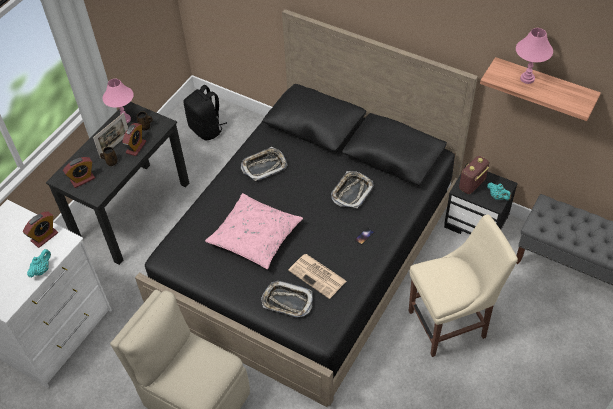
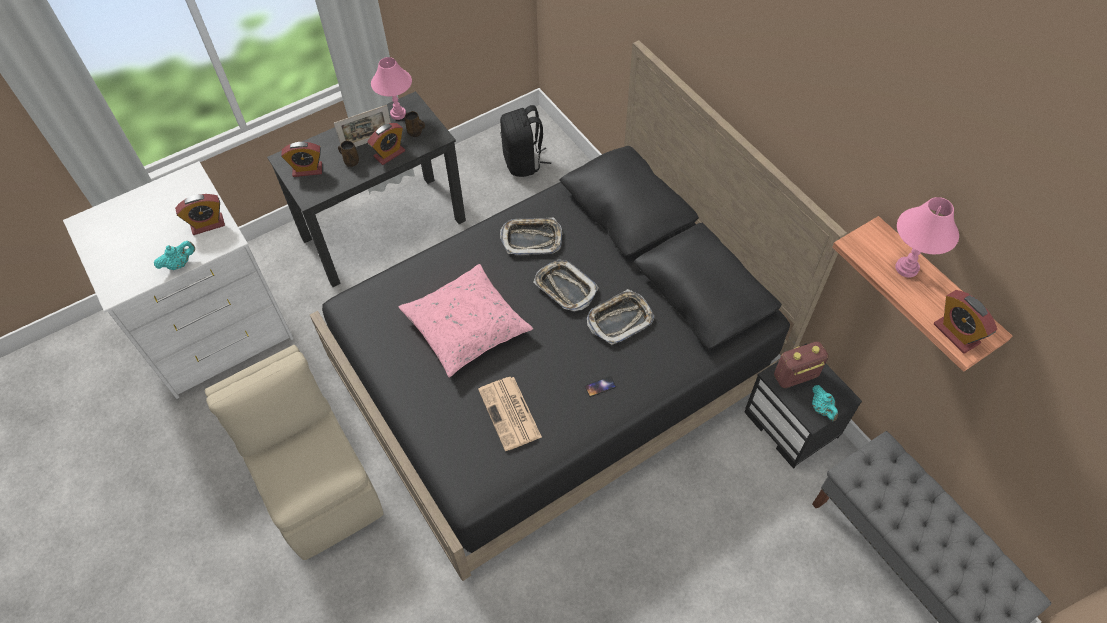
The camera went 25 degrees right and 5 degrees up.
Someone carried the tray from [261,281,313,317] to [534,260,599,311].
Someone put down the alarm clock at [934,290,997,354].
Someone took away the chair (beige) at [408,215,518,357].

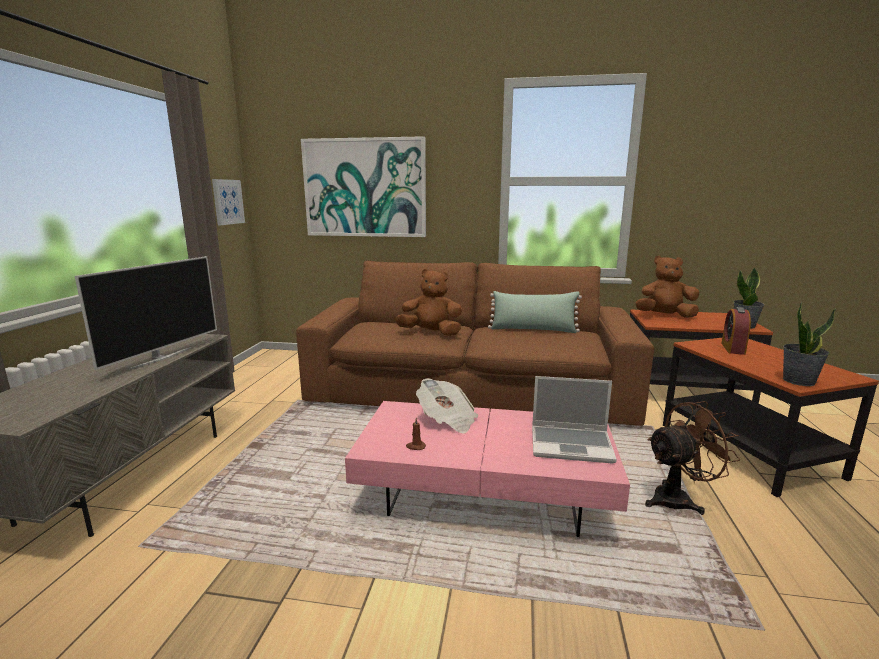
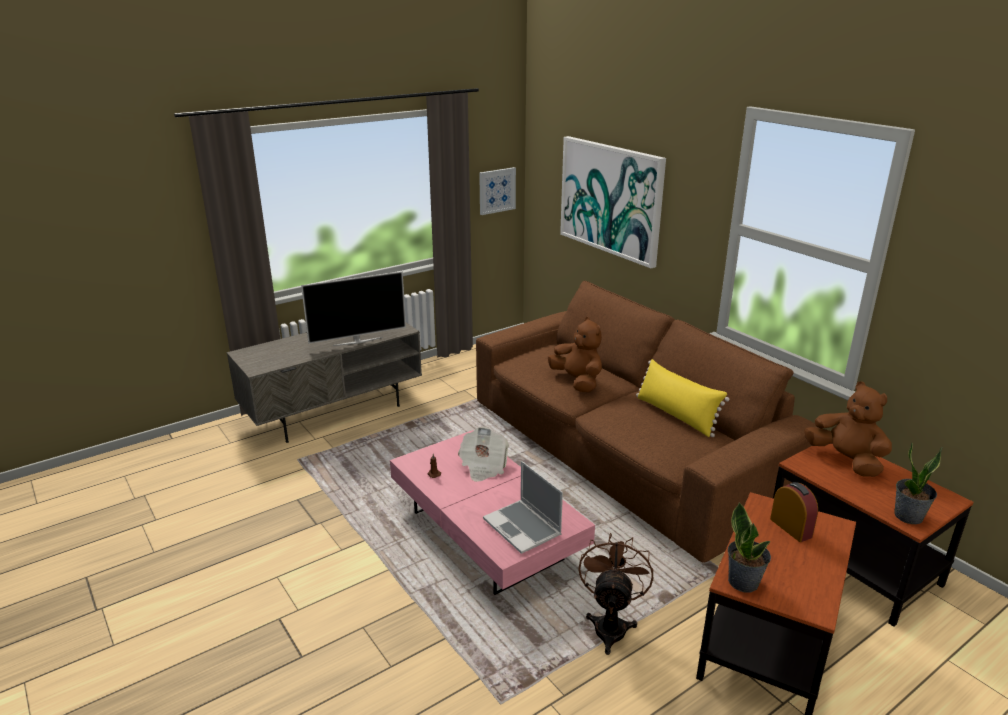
The camera went 45 degrees right and 10 degrees up.
Someone rotated the fan (brown) at [645,401,740,515] by 105 degrees counterclockwise.
Someone repainted the pillow (green) at [488,291,582,333], which became the pillow (yellow) at [636,359,729,437].
Someone rotated the alarm clock at [721,307,751,355] by 90 degrees clockwise.

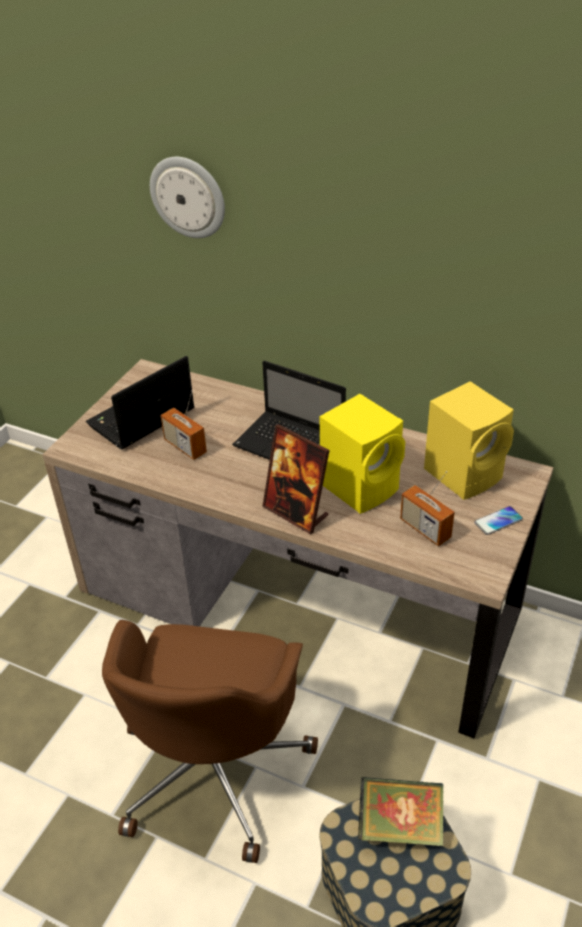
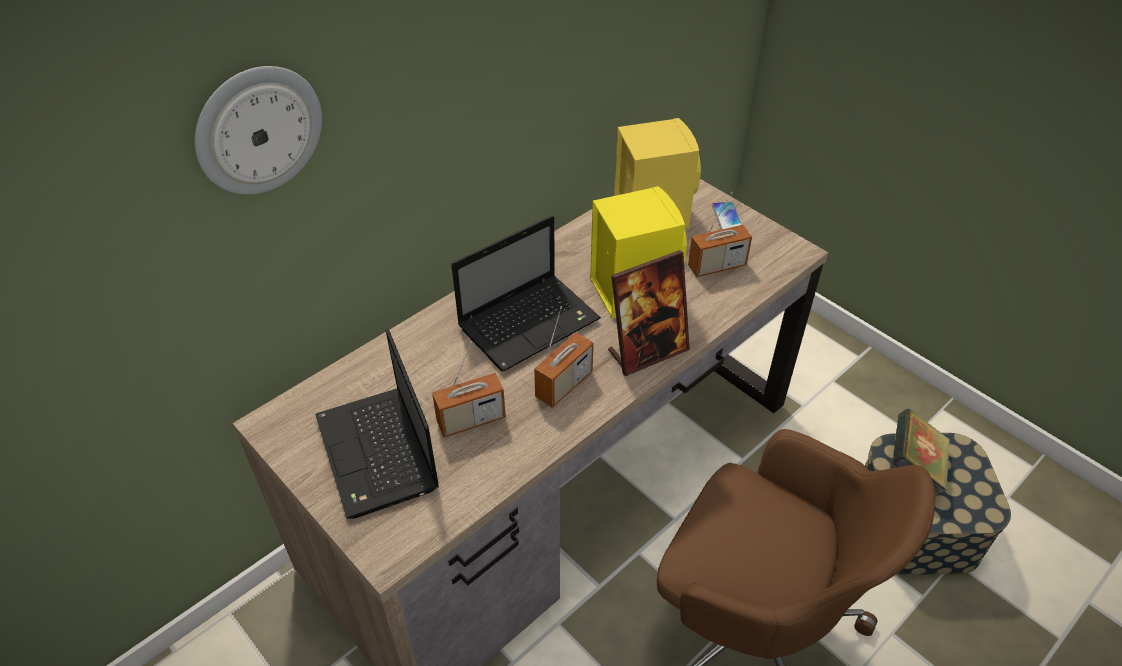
The camera went 70 degrees left and 5 degrees up.
Someone put down the radio at [534,307,594,408].

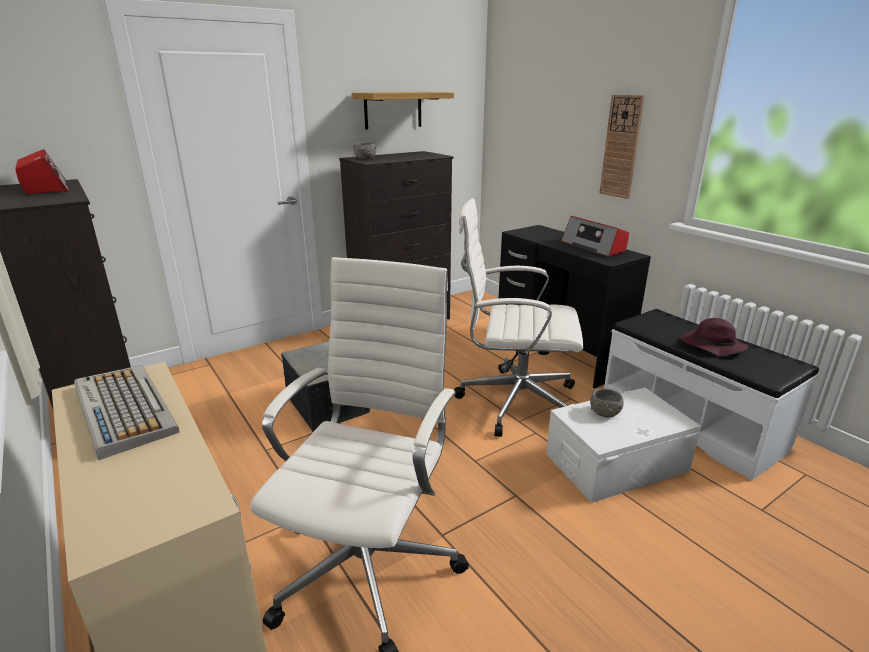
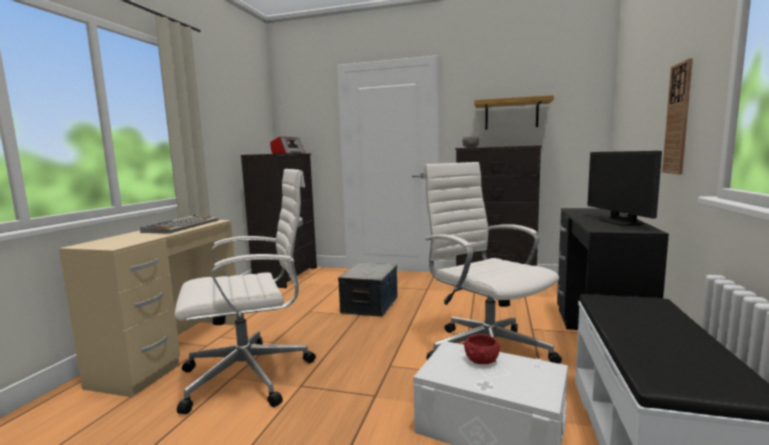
The camera went 50 degrees right and 15 degrees down.
Someone repainted the bowl (grey) at [590,388,624,418], which became the bowl (red) at [463,334,501,364].
Someone swapped the radio at [561,216,629,256] for the monitor at [587,151,662,226].
Someone took away the hat (purple) at [681,318,748,356].

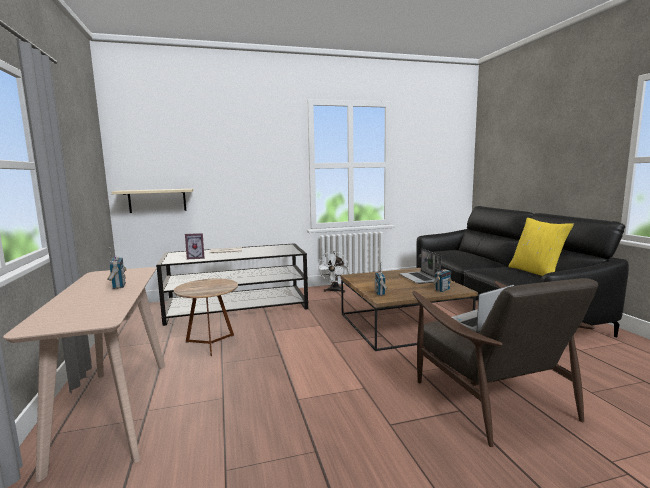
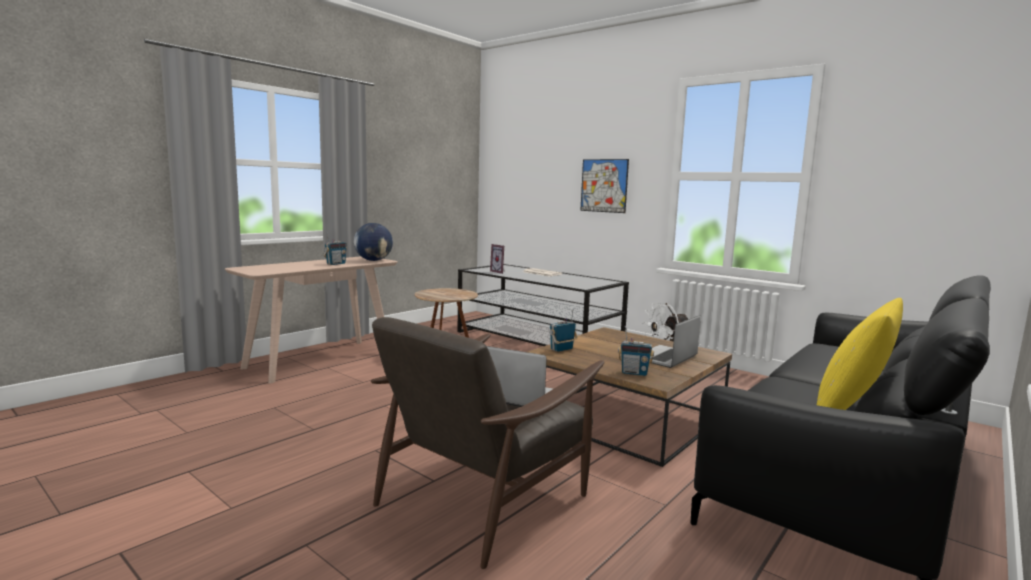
The camera went 55 degrees right and 0 degrees up.
Someone put down the globe at [354,223,393,261].
Someone put up the picture at [580,159,629,213].
Someone took away the shelf (beige) at [111,189,193,213].

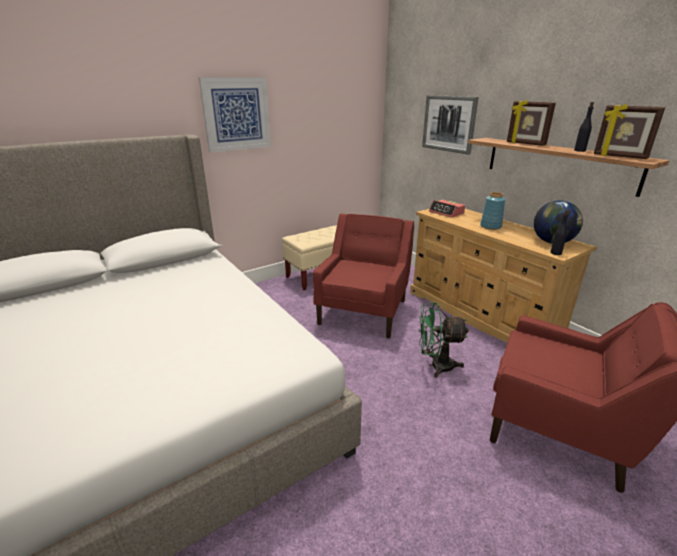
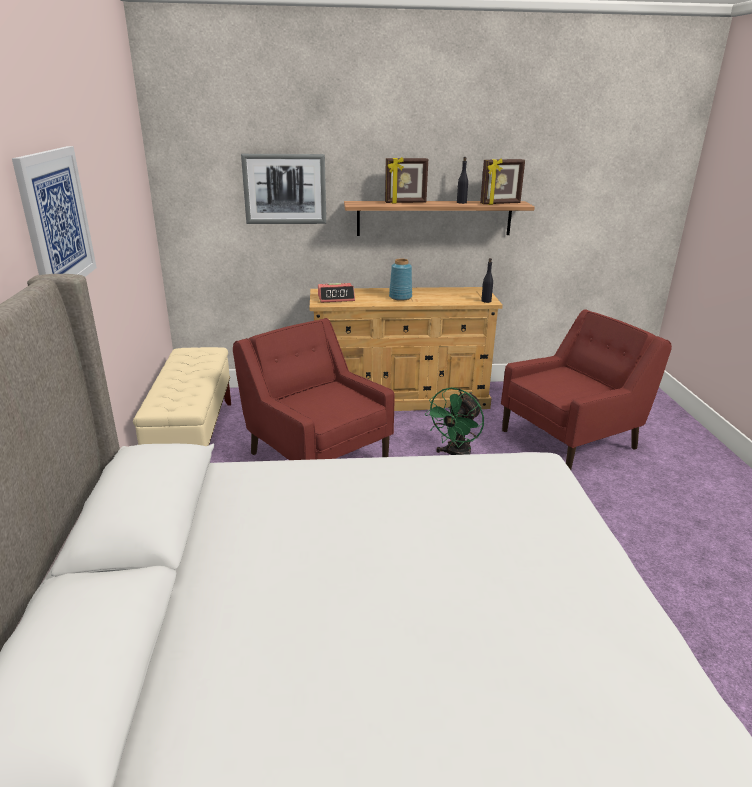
The camera went 60 degrees left and 0 degrees up.
Someone took away the globe at [534,201,583,244].

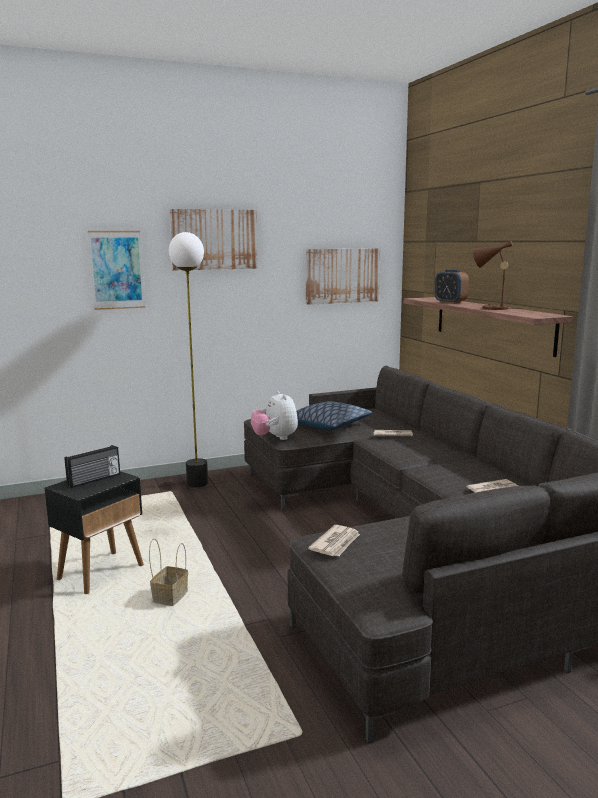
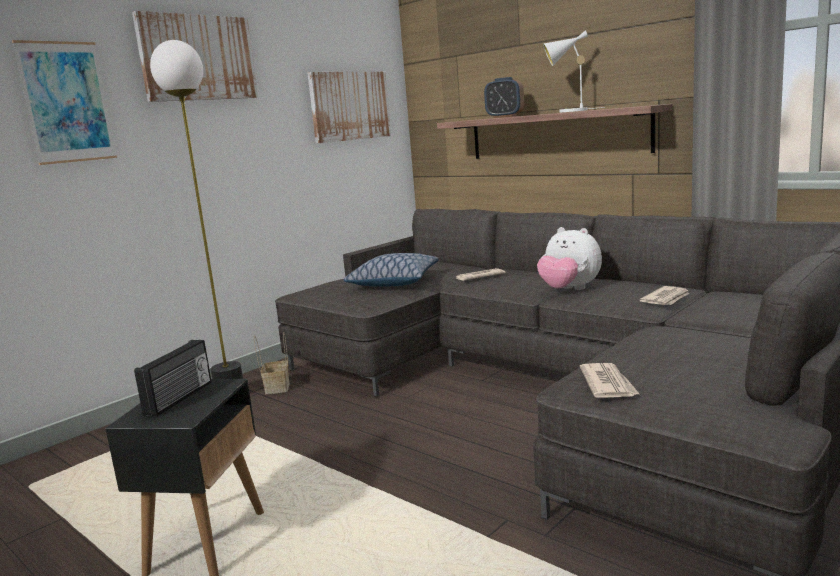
The camera went 25 degrees left and 0 degrees up.
Someone carried the basket from [149,538,188,606] to [254,333,289,394].
Someone carried the plush toy from [251,391,298,440] to [537,227,602,290].
Someone repainted the table lamp (brown) at [473,241,521,310], which became the table lamp (white) at [543,31,605,112].

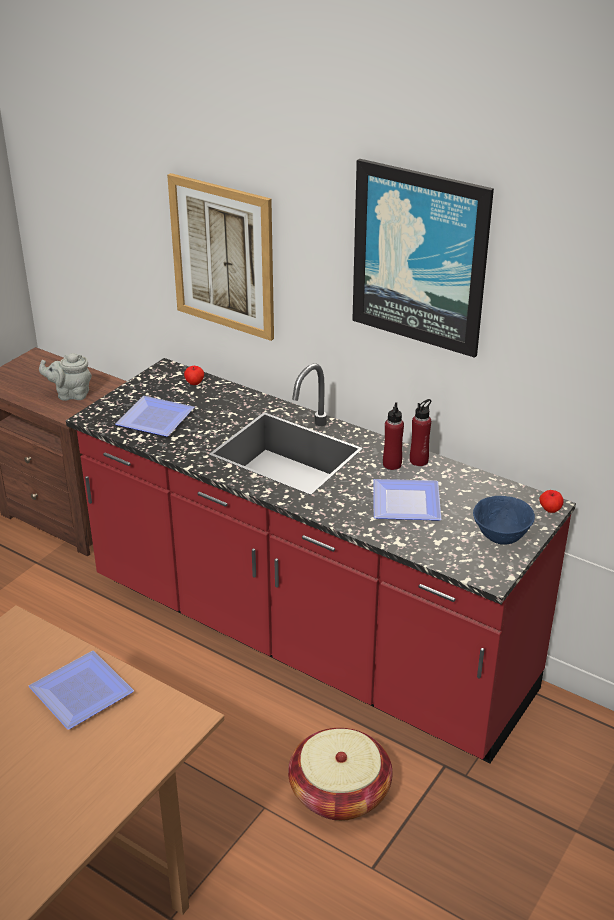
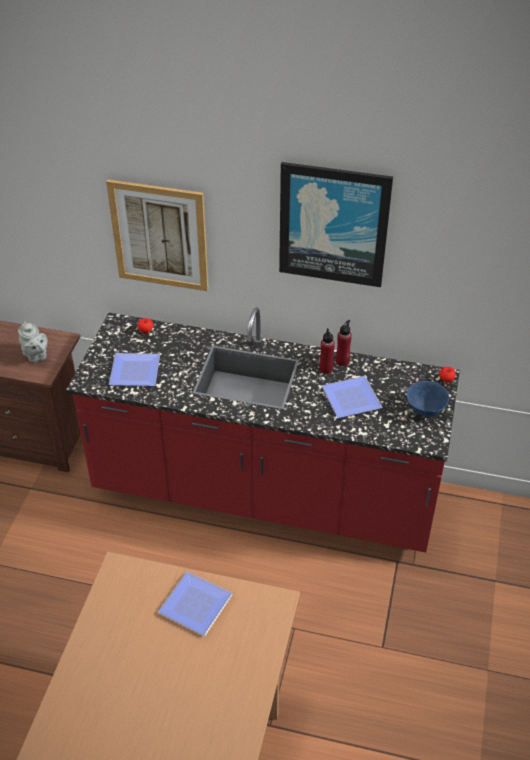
The camera went 20 degrees left and 10 degrees up.
Someone rotated the teapot (grey) at [39,353,92,401] by 105 degrees counterclockwise.
Someone took away the basket at [288,728,392,821].

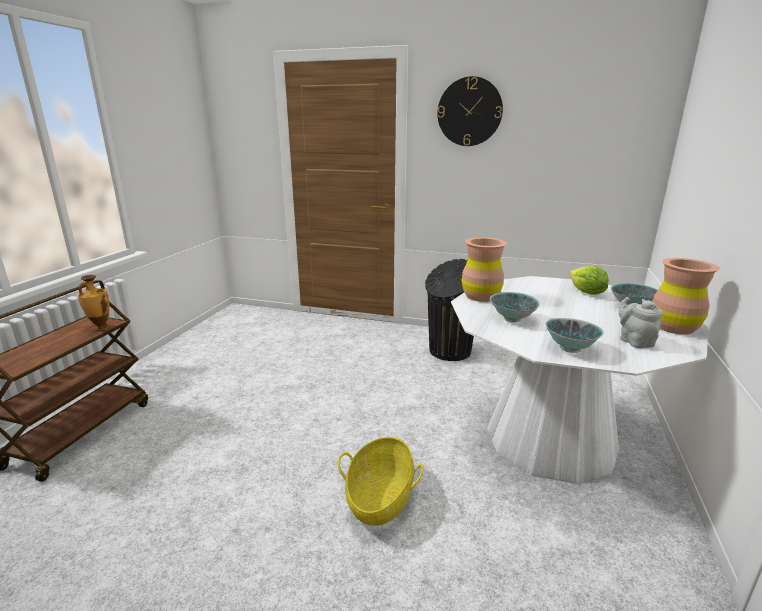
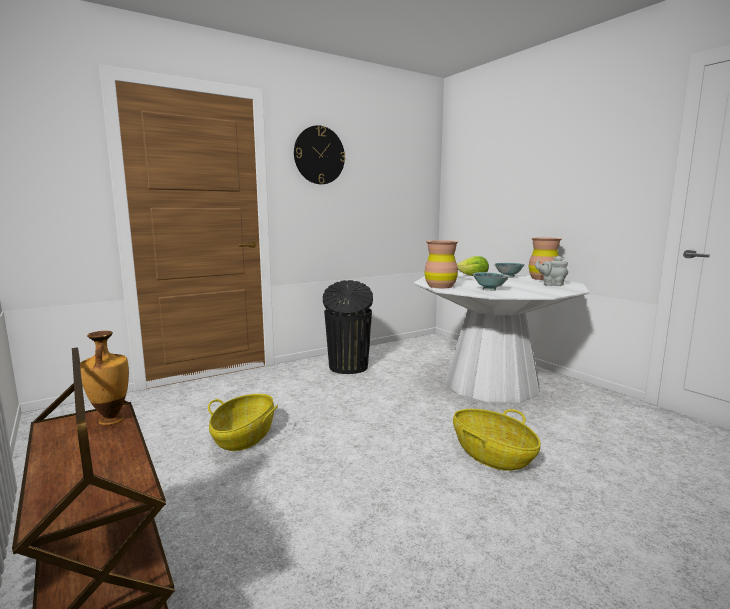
The camera went 50 degrees left and 10 degrees down.
Someone put down the basket at [208,394,278,451].
Someone took away the bowl at [546,318,604,353].

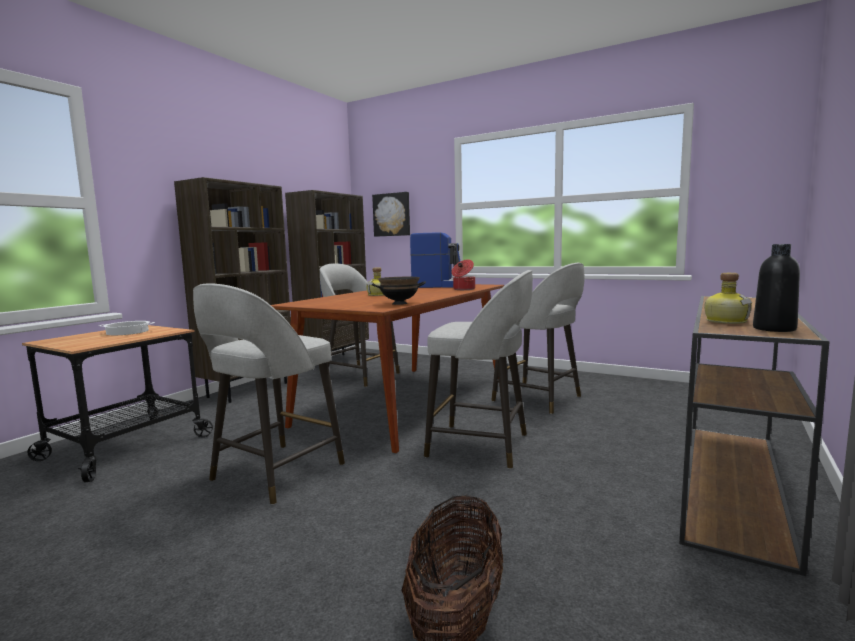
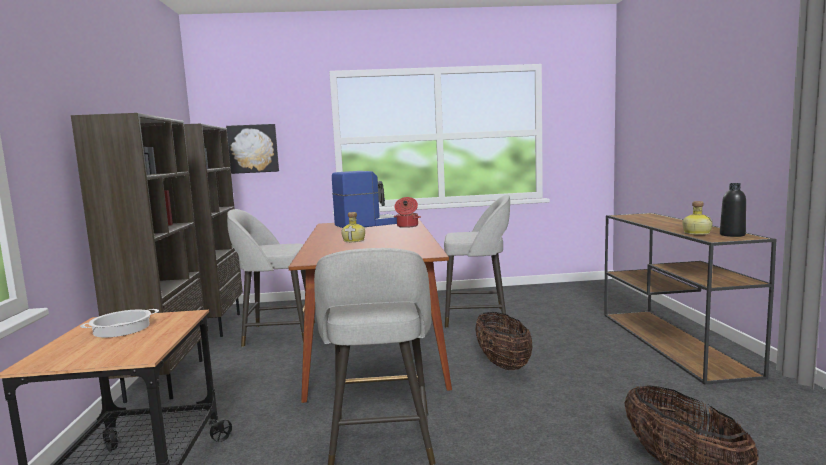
The camera went 35 degrees left and 0 degrees up.
Someone swapped the stool (grey) at [424,270,533,469] for the basket at [475,312,532,370].
Someone took away the bowl (black) at [372,277,426,305].

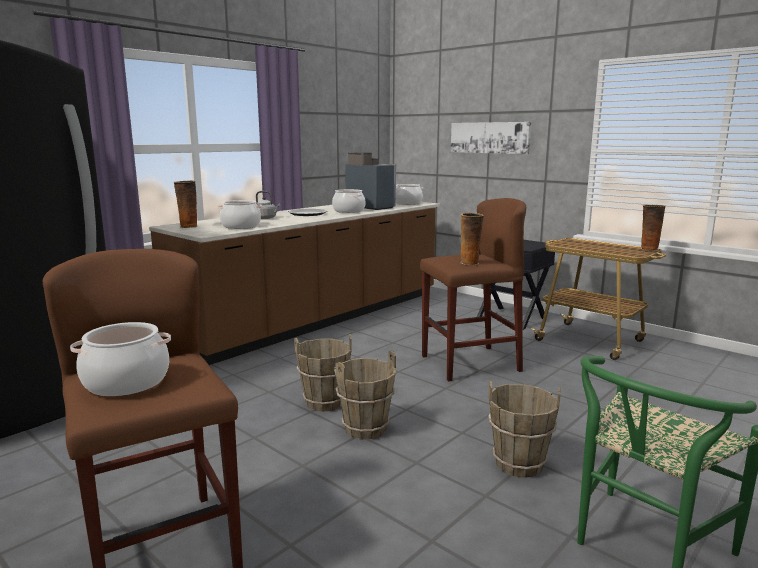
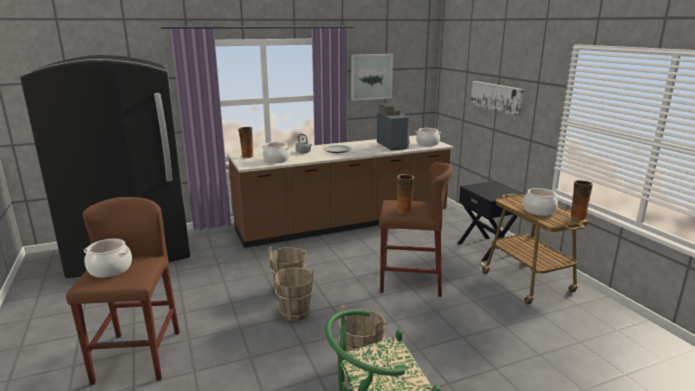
The camera went 25 degrees right and 5 degrees up.
Someone put up the picture at [351,54,393,101].
Someone carried the cooking pot from [332,189,365,213] to [523,188,558,216].

